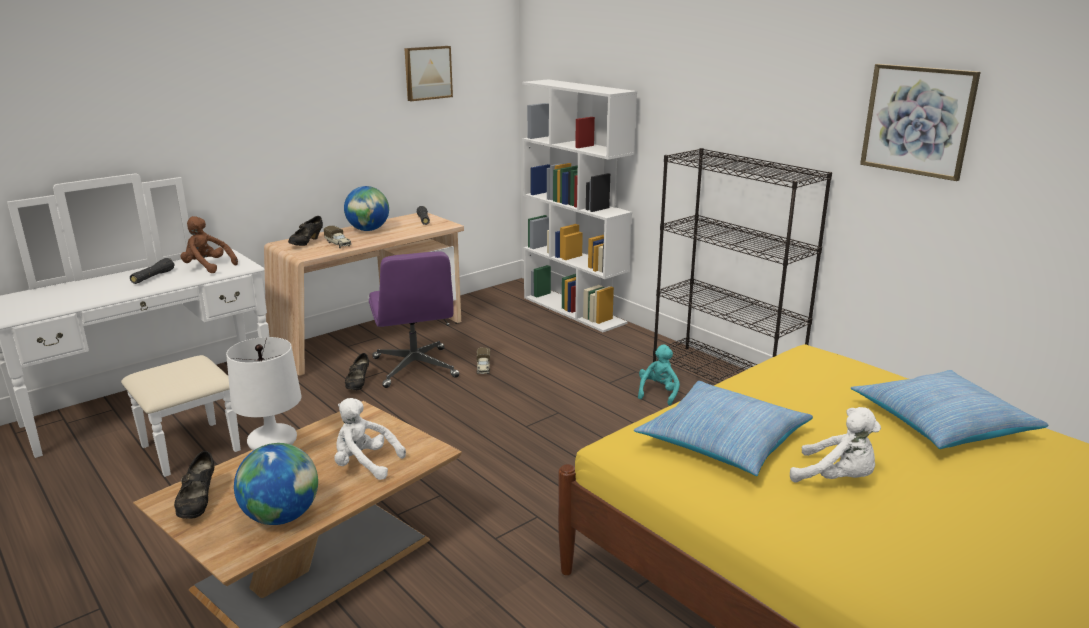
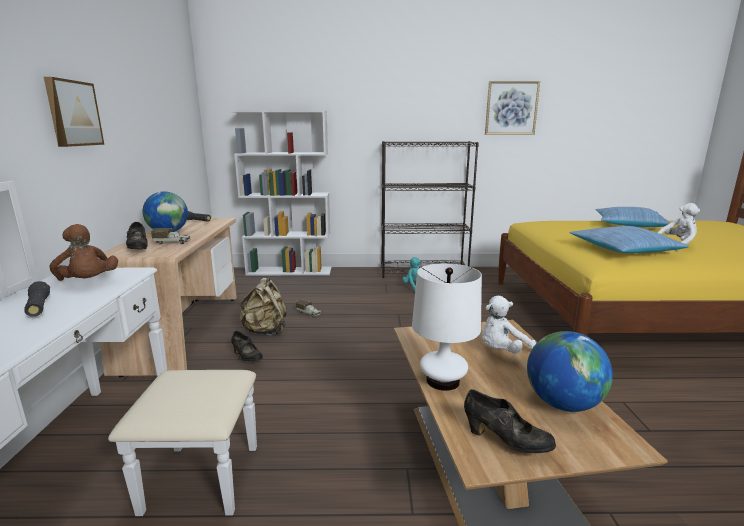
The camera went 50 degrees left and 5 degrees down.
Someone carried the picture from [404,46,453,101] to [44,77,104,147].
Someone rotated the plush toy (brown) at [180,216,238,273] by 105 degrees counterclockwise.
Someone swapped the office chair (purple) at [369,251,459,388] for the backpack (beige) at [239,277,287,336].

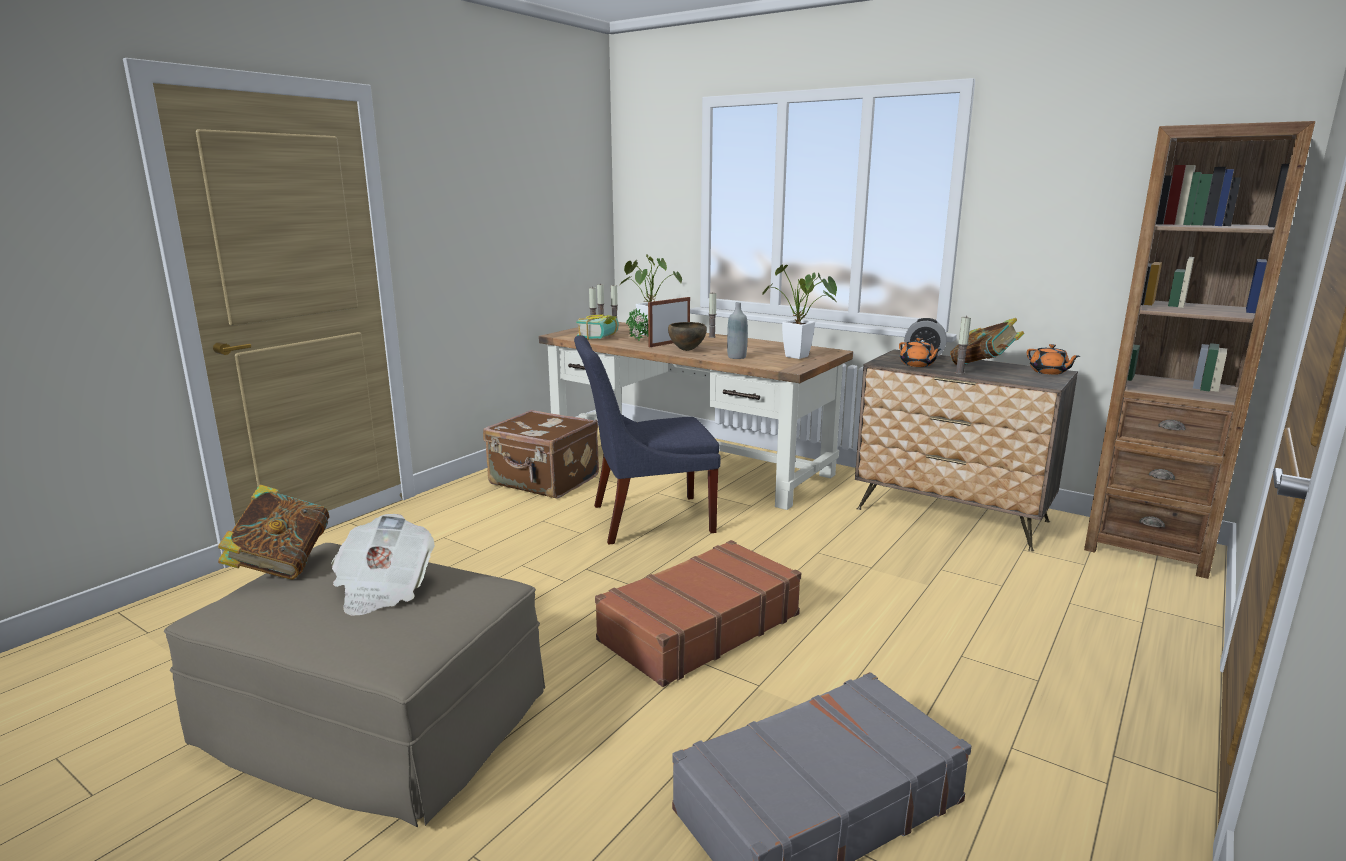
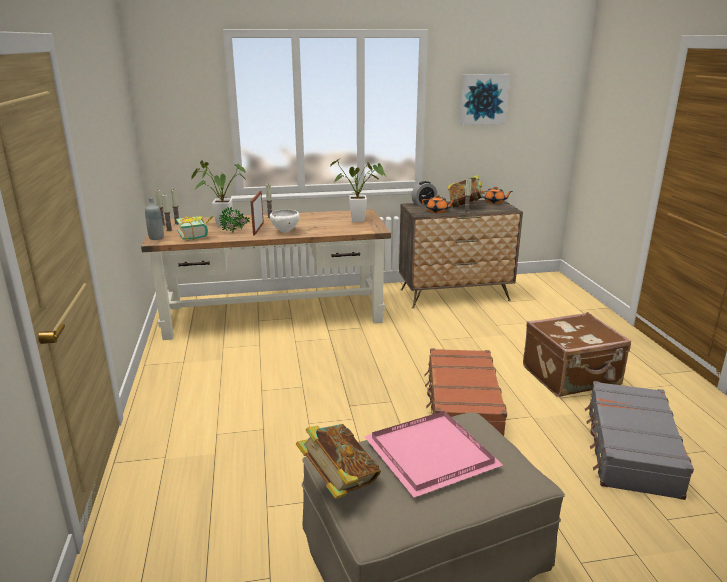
The camera went 45 degrees left and 5 degrees up.
Someone carried the bottle (grey) from [727,302,748,359] to [145,197,164,240].
Someone repainted the bowl (brown) at [668,322,707,351], which became the bowl (white) at [270,209,300,232].
Someone swapped the newspaper at [331,514,435,616] for the tray (pink) at [364,411,503,498].
Someone put up the picture at [459,74,510,125].
Someone carried the suitcase (brown) from [483,410,599,499] to [523,312,631,397].
Someone took away the chair (blue) at [574,335,721,544].
Someone took away the bookcase (brown) at [1084,121,1315,579].

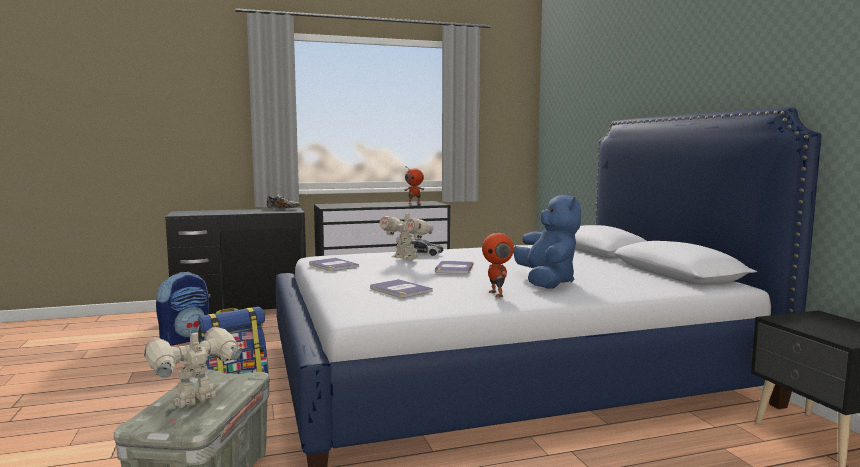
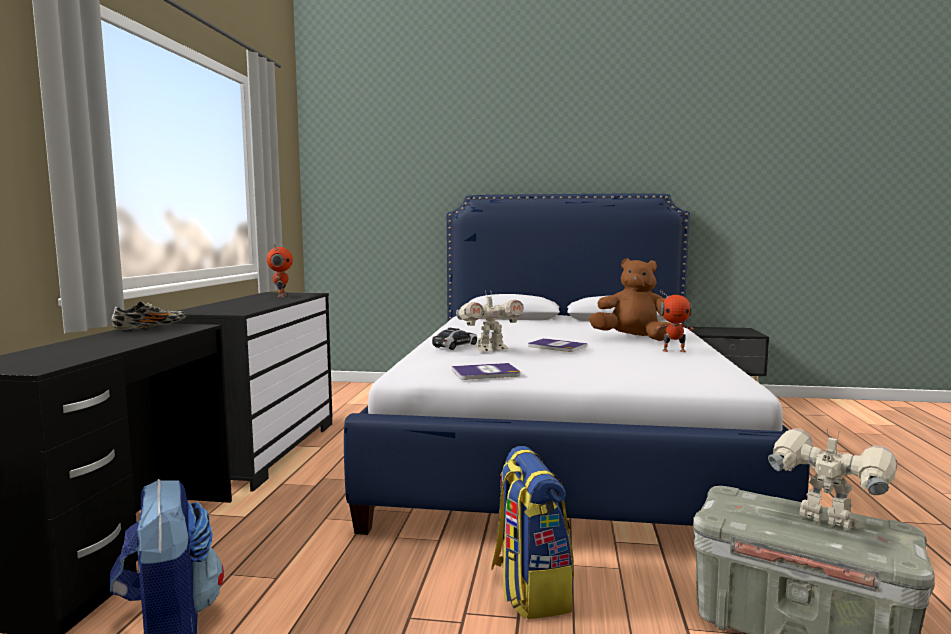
The camera went 65 degrees left and 0 degrees up.
Someone repainted the plush toy (blue) at [513,193,581,288], which became the plush toy (brown) at [589,258,671,341].
Someone rotated the toy robot at [144,327,242,408] by 150 degrees clockwise.
Someone took away the book at [370,279,433,298].

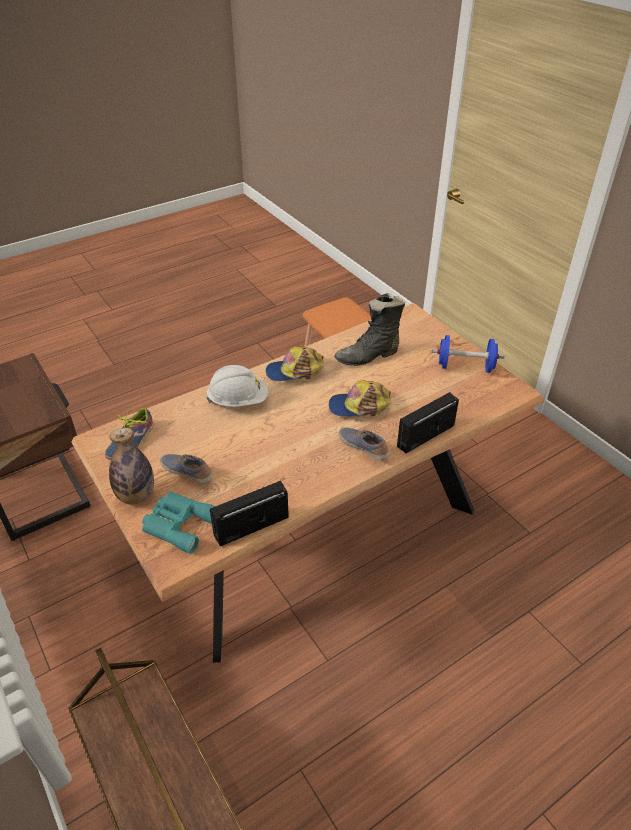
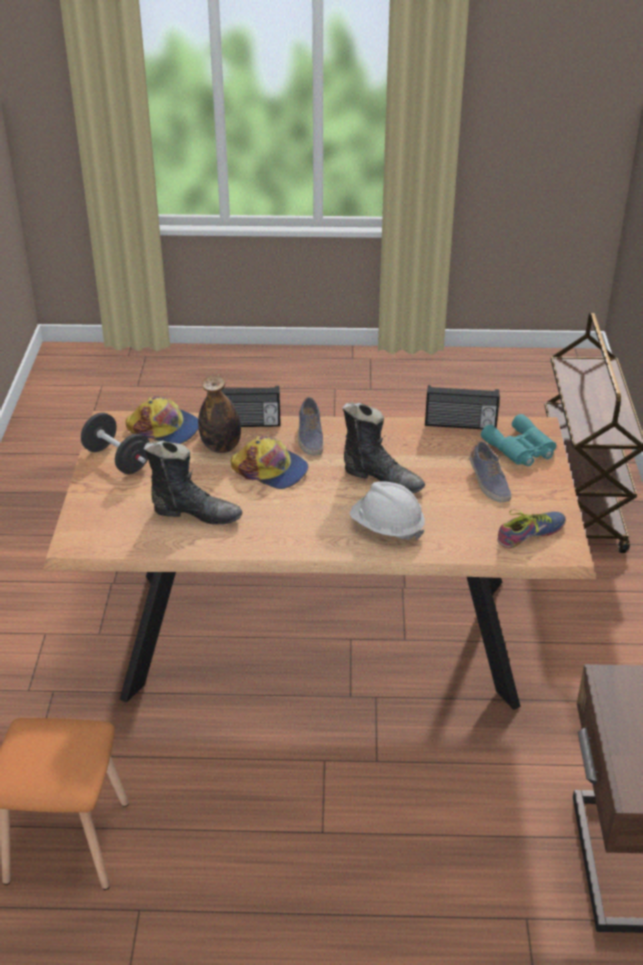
The camera went 145 degrees left and 5 degrees down.
Someone repainted the dumbbell (blue) at [432,335,505,373], which became the dumbbell (black) at [81,413,150,474].
Someone carried the cap from [266,347,324,381] to [126,396,199,444].
Someone carried the bottle from [109,428,154,504] to [198,375,241,453].
Someone put down the boot (black) at [342,402,425,493].

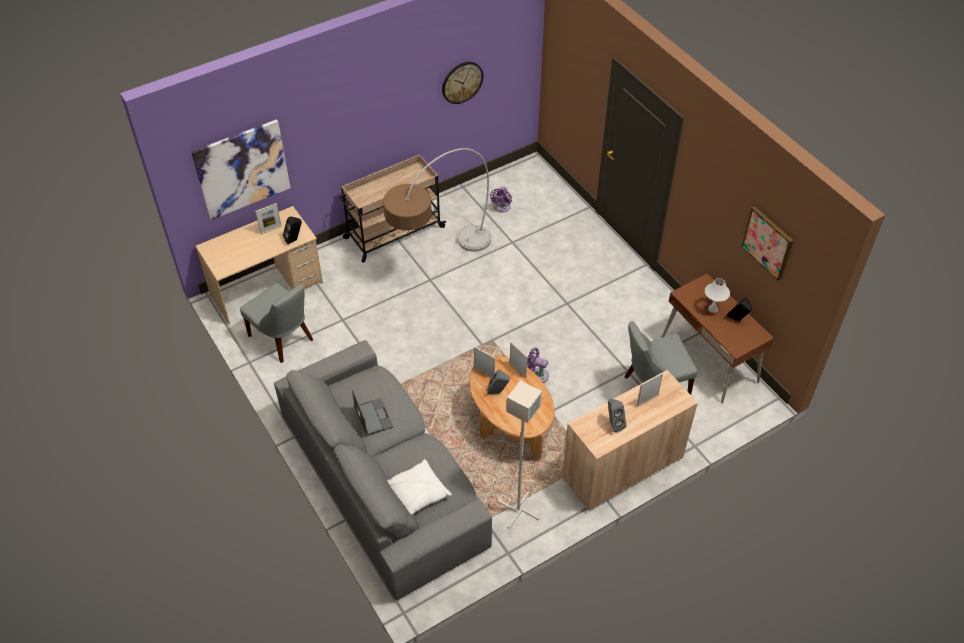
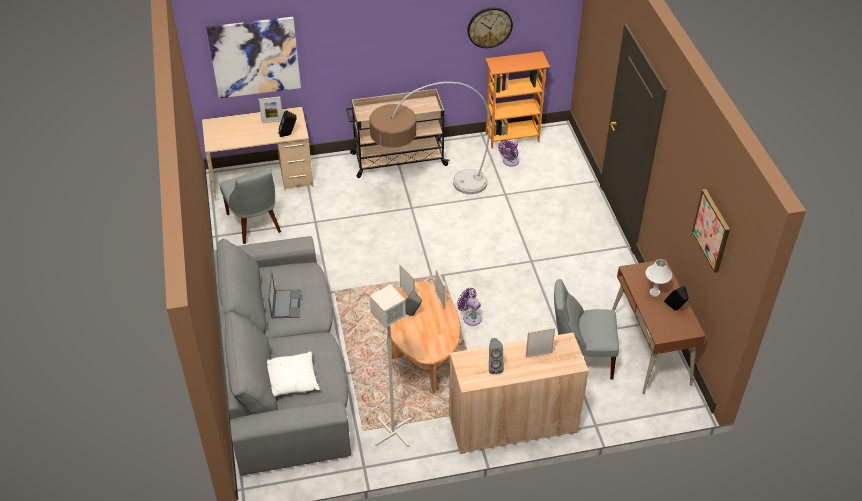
The camera went 20 degrees right and 5 degrees down.
Someone put down the bookcase at [485,51,550,149].

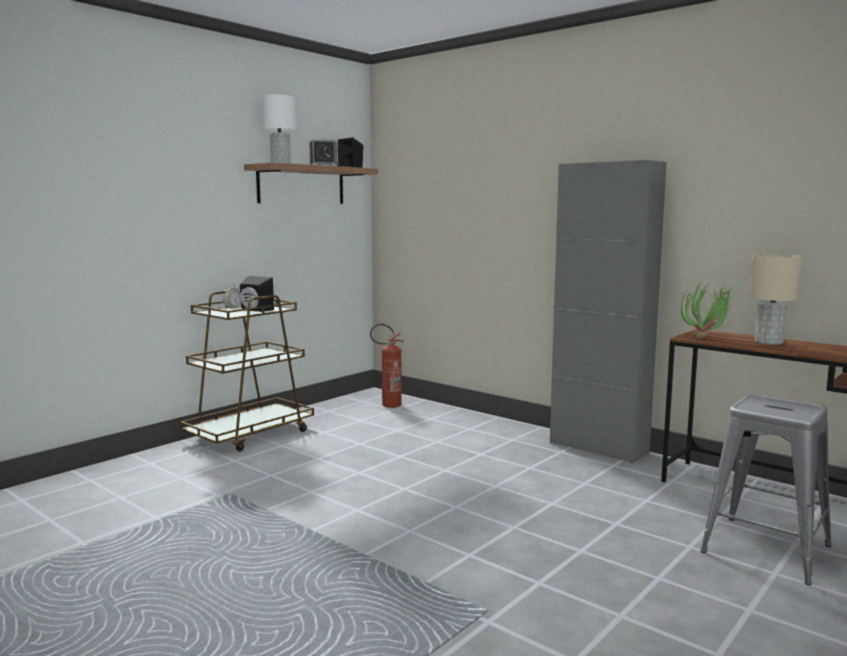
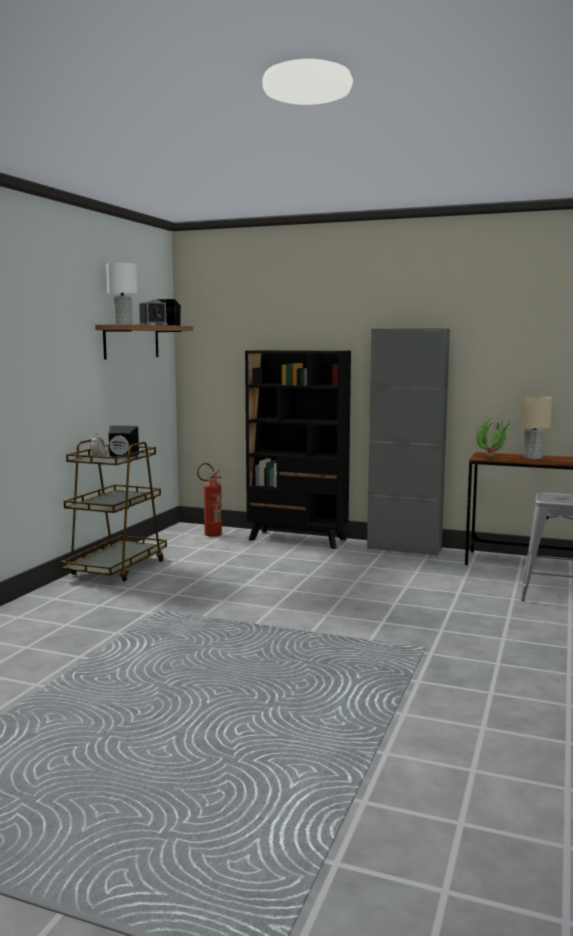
The camera went 20 degrees left and 0 degrees up.
Someone put down the bookcase (black) at [245,350,351,549].

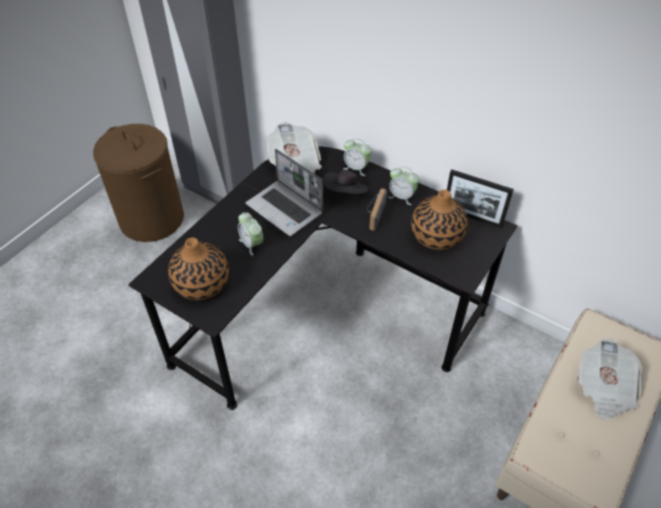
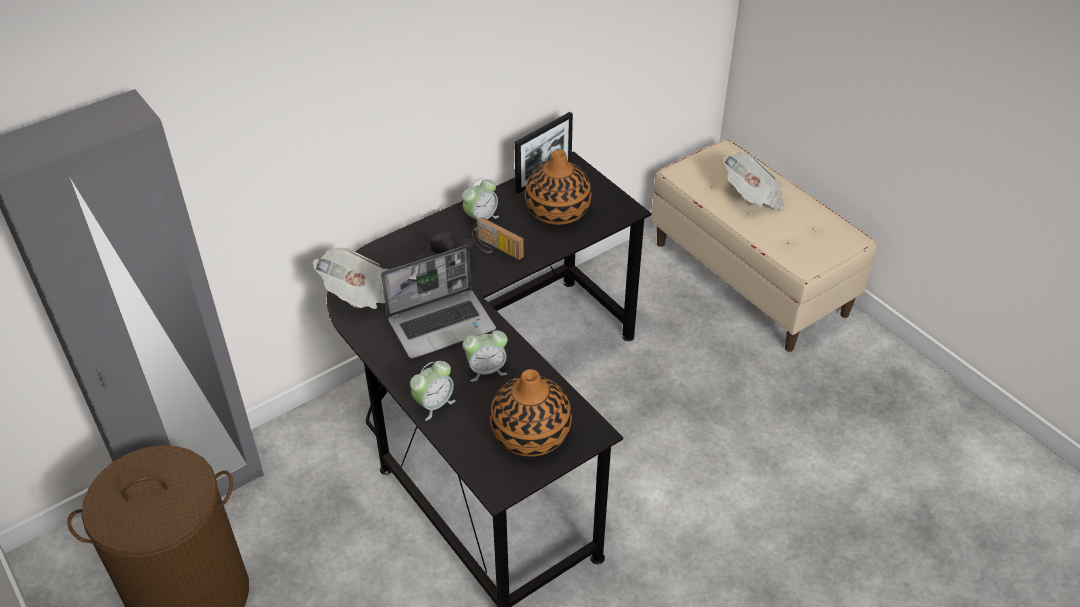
The camera went 70 degrees left and 5 degrees down.
Someone carried the alarm clock from [343,138,372,176] to [410,361,456,421].

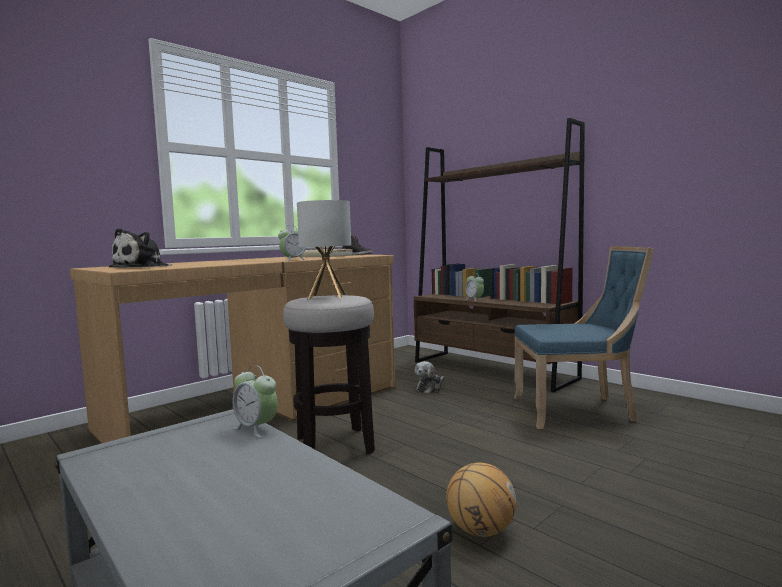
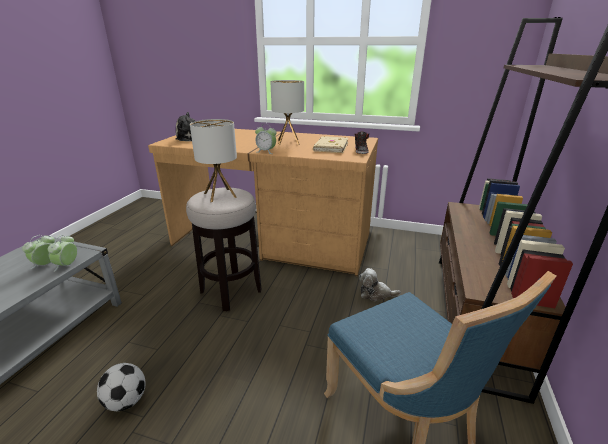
The camera went 60 degrees right and 20 degrees up.
Someone carried the alarm clock from [466,273,484,301] to [22,235,55,269].
Someone swapped the basketball at [446,462,516,537] for the football at [97,363,146,411].
Someone put down the table lamp at [271,80,304,145].

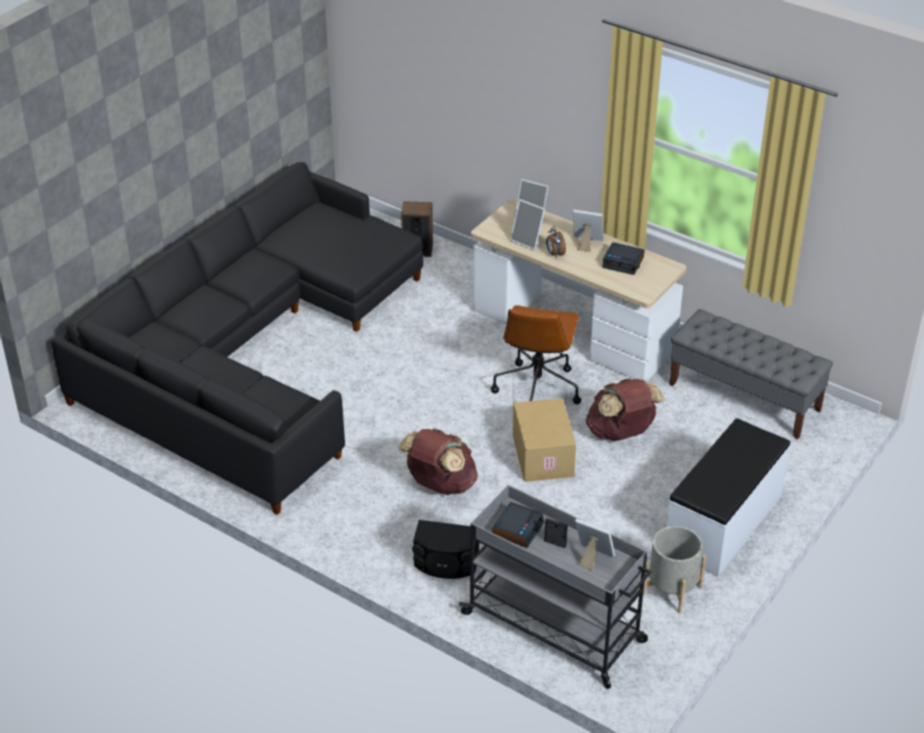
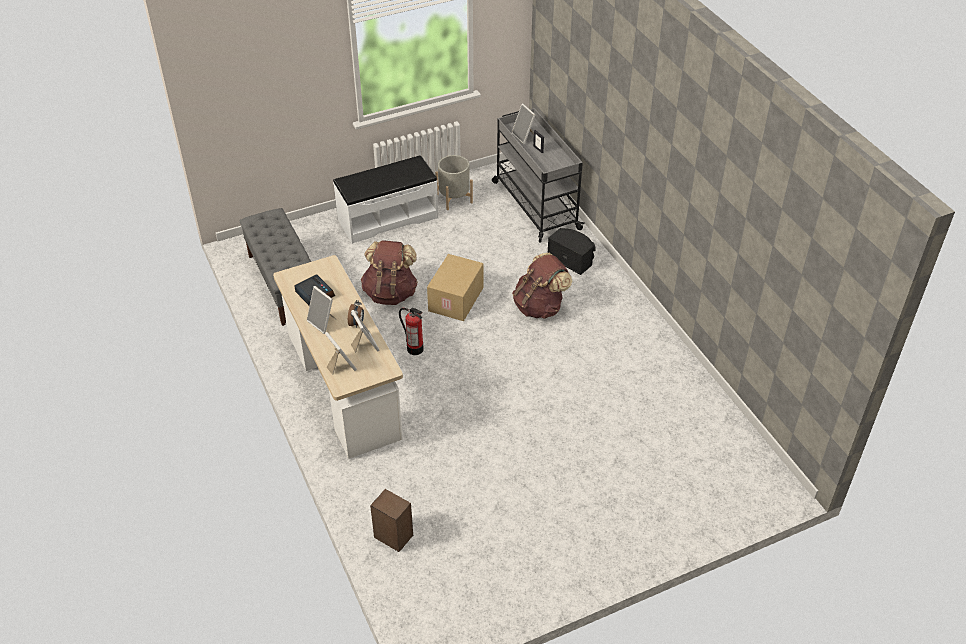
The camera went 150 degrees left and 5 degrees up.
Someone swapped the office chair (brown) at [491,305,581,404] for the fire extinguisher at [399,308,424,355].
Someone took away the sofa (black) at [51,162,424,515].
Someone took away the alarm clock at [492,502,544,548].

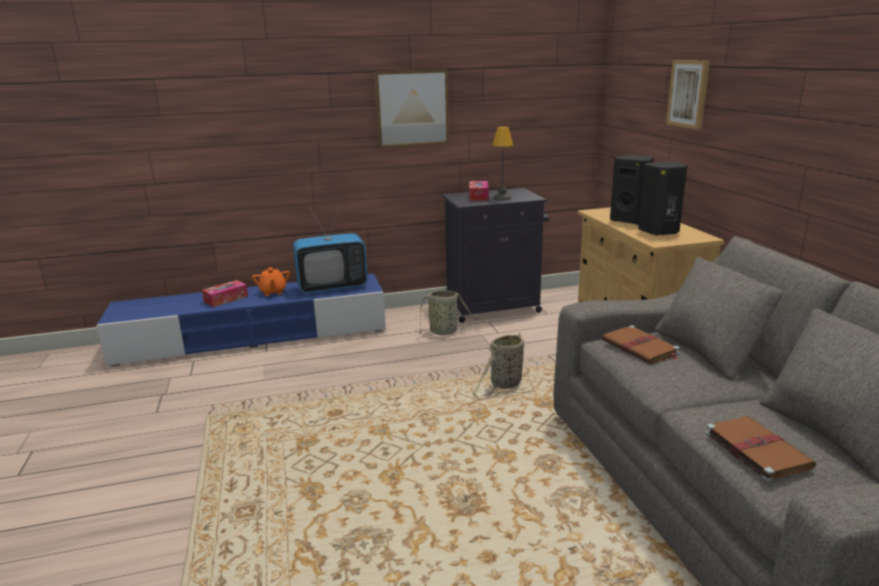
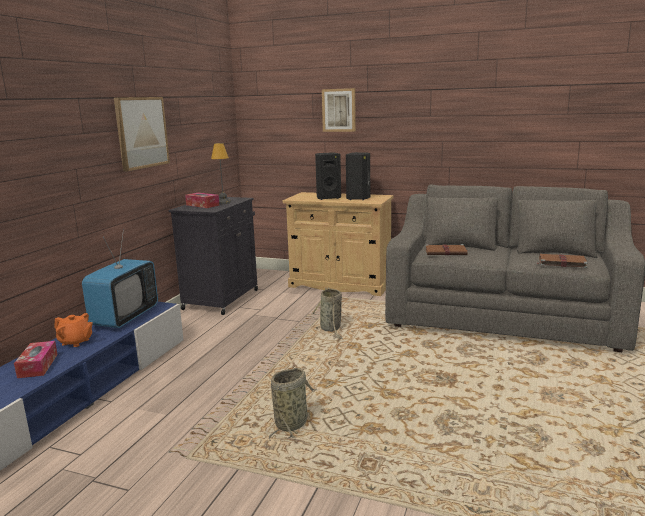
The camera went 55 degrees left and 5 degrees down.
Someone carried the basket from [415,290,484,335] to [269,368,317,441].

